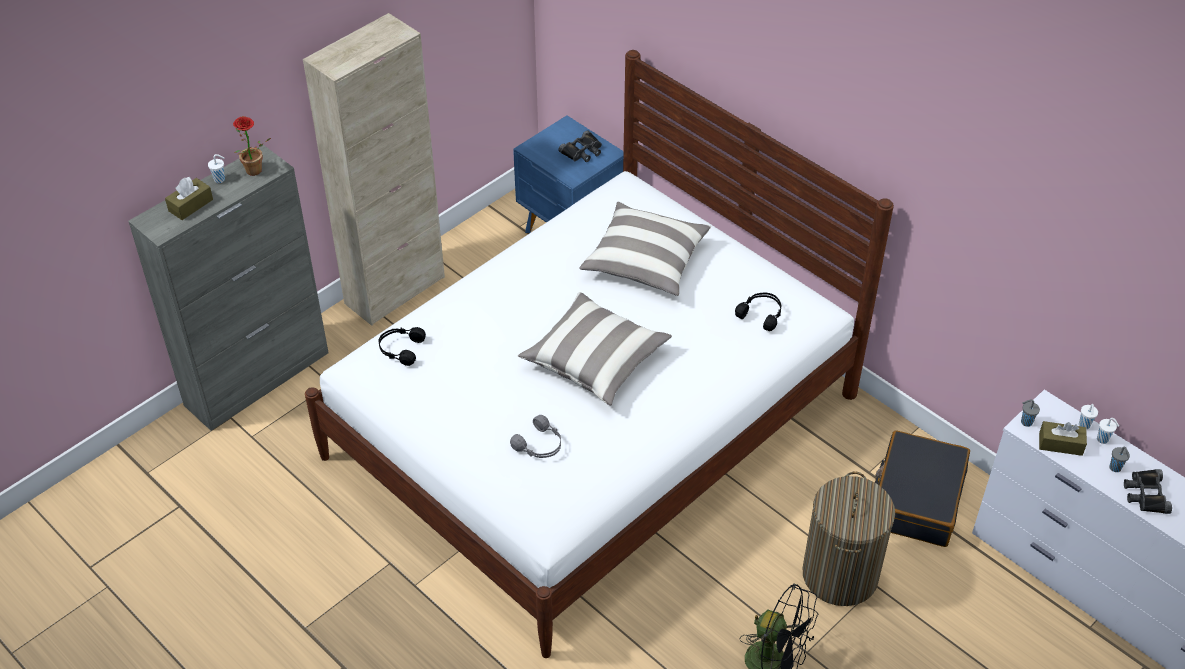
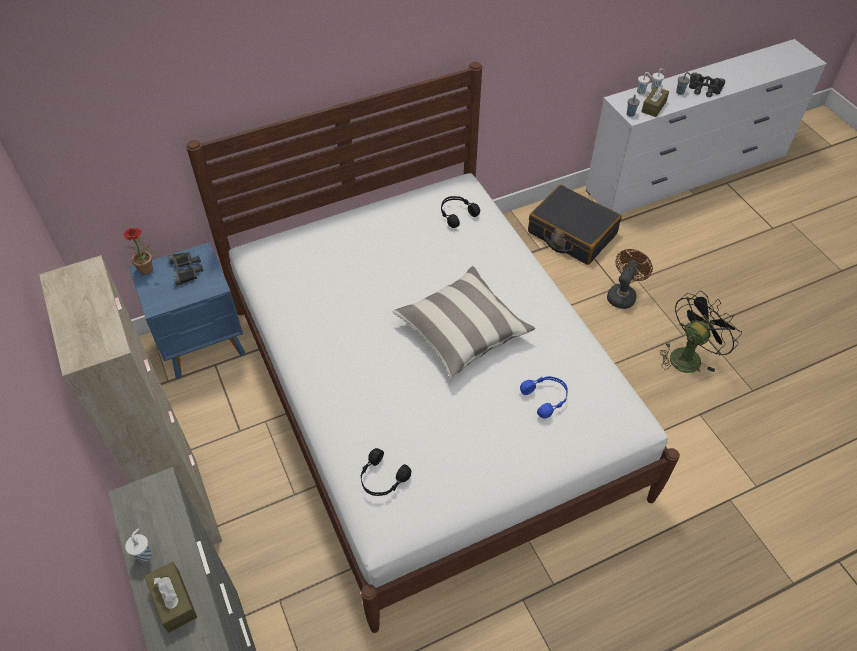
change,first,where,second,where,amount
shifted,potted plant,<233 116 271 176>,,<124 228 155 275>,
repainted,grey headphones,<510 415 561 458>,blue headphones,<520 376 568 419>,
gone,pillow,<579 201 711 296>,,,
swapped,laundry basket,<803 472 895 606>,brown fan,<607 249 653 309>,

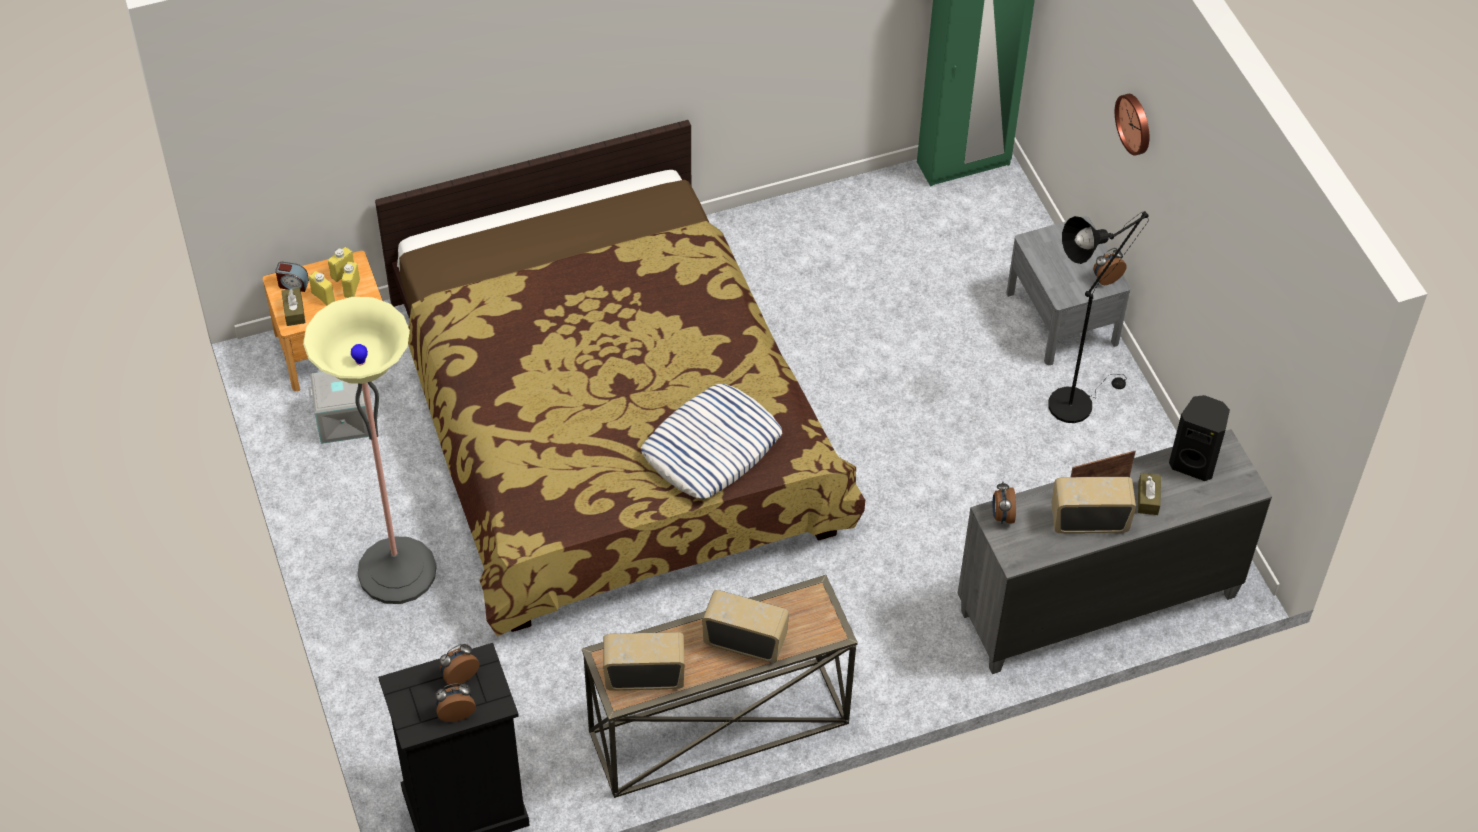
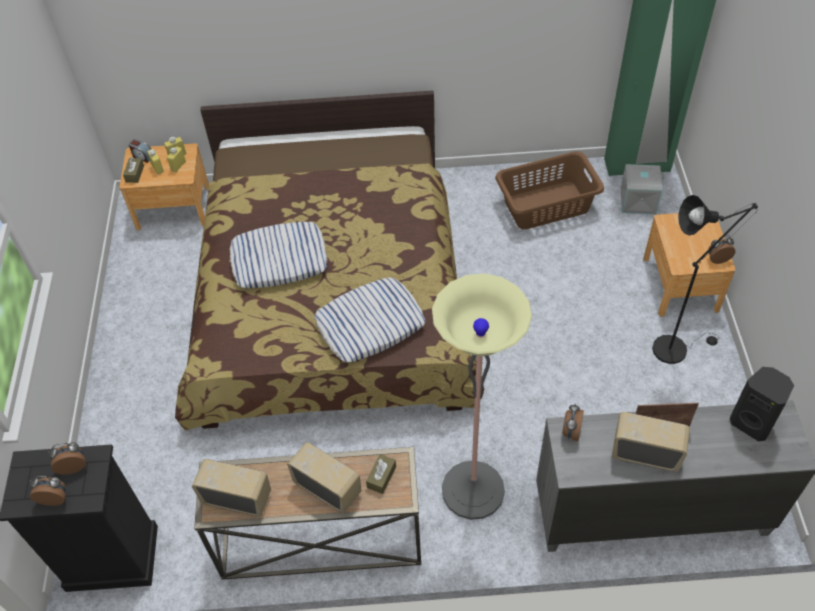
change,first,where,second,where,amount
shifted,floor lamp,<303 297 437 604>,,<432 274 532 520>,
shifted,grey storage box,<308 372 369 444>,,<621 164 664 214>,
repainted,grey nightstand,<1006 216 1131 365>,brown nightstand,<643 213 735 317>,
gone,wall clock,<1115 94 1149 156>,,,
shifted,brown tissue box,<1138 473 1161 515>,,<366 454 396 494>,
new,,,pillow,<229 222 328 288>,
new,,,brown laundry basket,<495 151 604 230>,

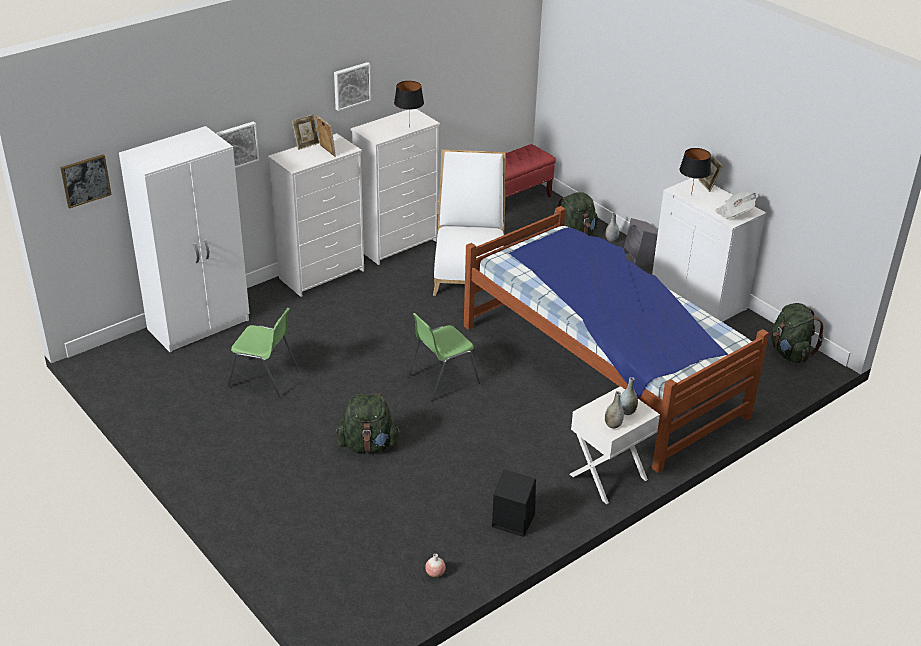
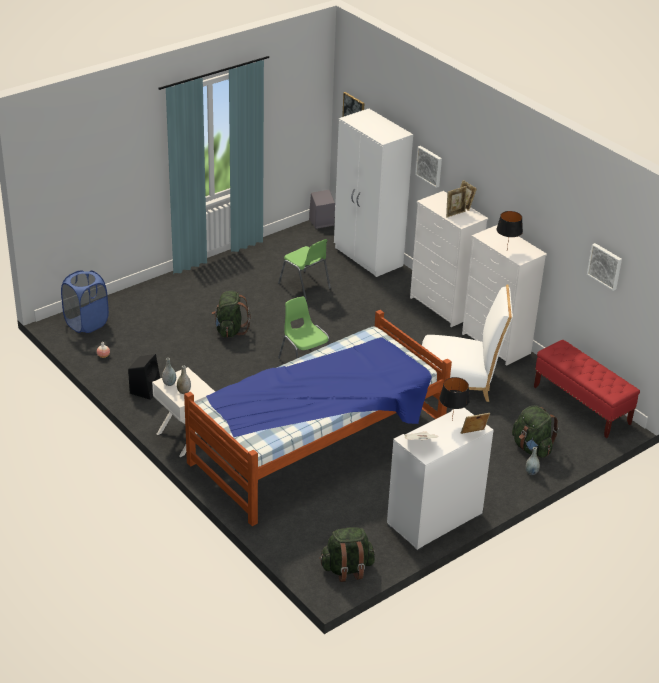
change,first,where,second,where,amount
rotated,green chair,<227 308 299 398>,,<278 239 331 301>,60 degrees counterclockwise
shifted,picture,<334 62 371 111>,,<587 243 622 291>,
shifted,grey speaker,<624 218 658 267>,,<309 190 335 229>,
new,,,blue laundry basket,<61 270 109 333>,

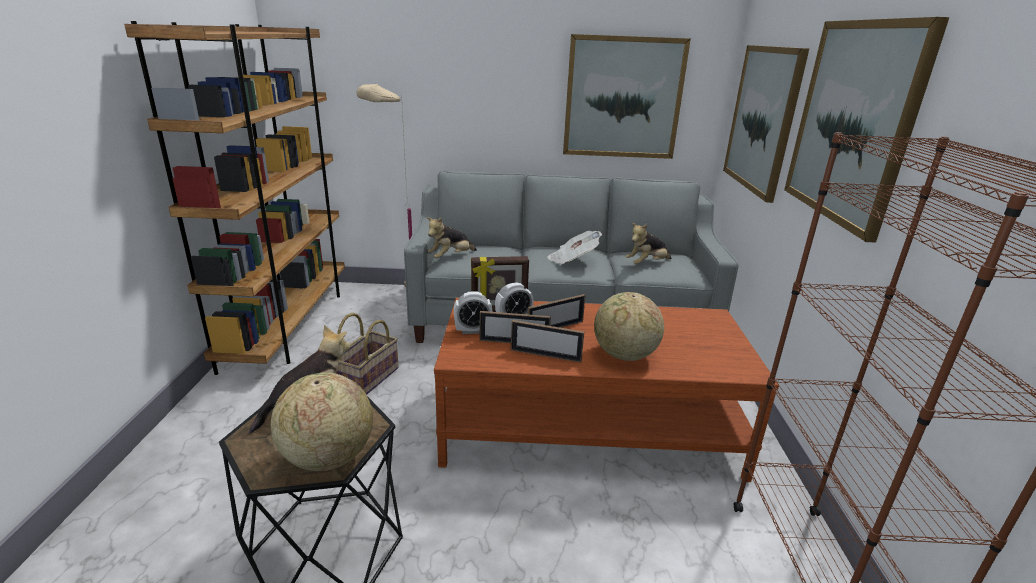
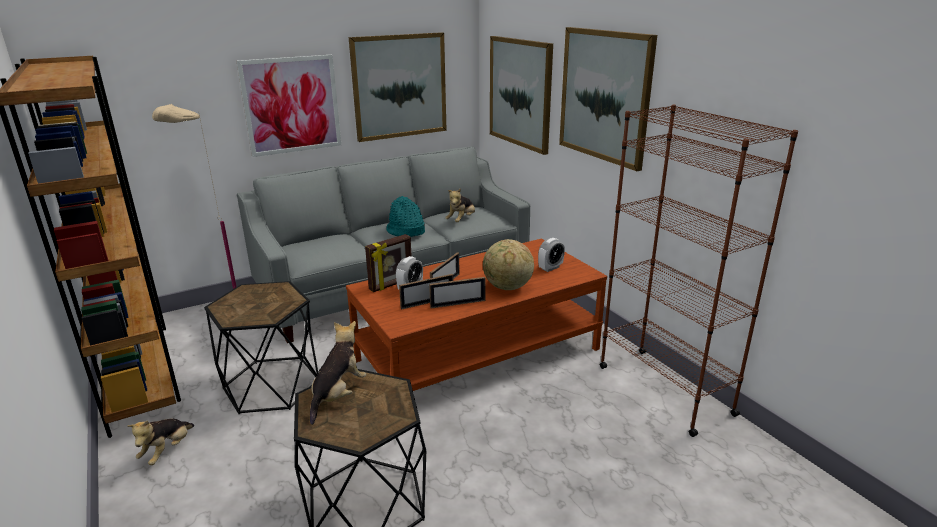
change,first,where,second,where,amount
gone,globe,<271 373 373 471>,,,
swapped,basket,<335 313 399 395>,black side table,<204 281 318 414>,
shifted,plush toy,<426 217 477 258>,,<127 418 194 465>,
shifted,alarm clock,<454 291 493 334>,,<538 238 565 272>,
swapped,newspaper,<547 231 602 265>,turquoise hat,<386 196 425 237>,
new,,,picture,<236 55 341 157>,

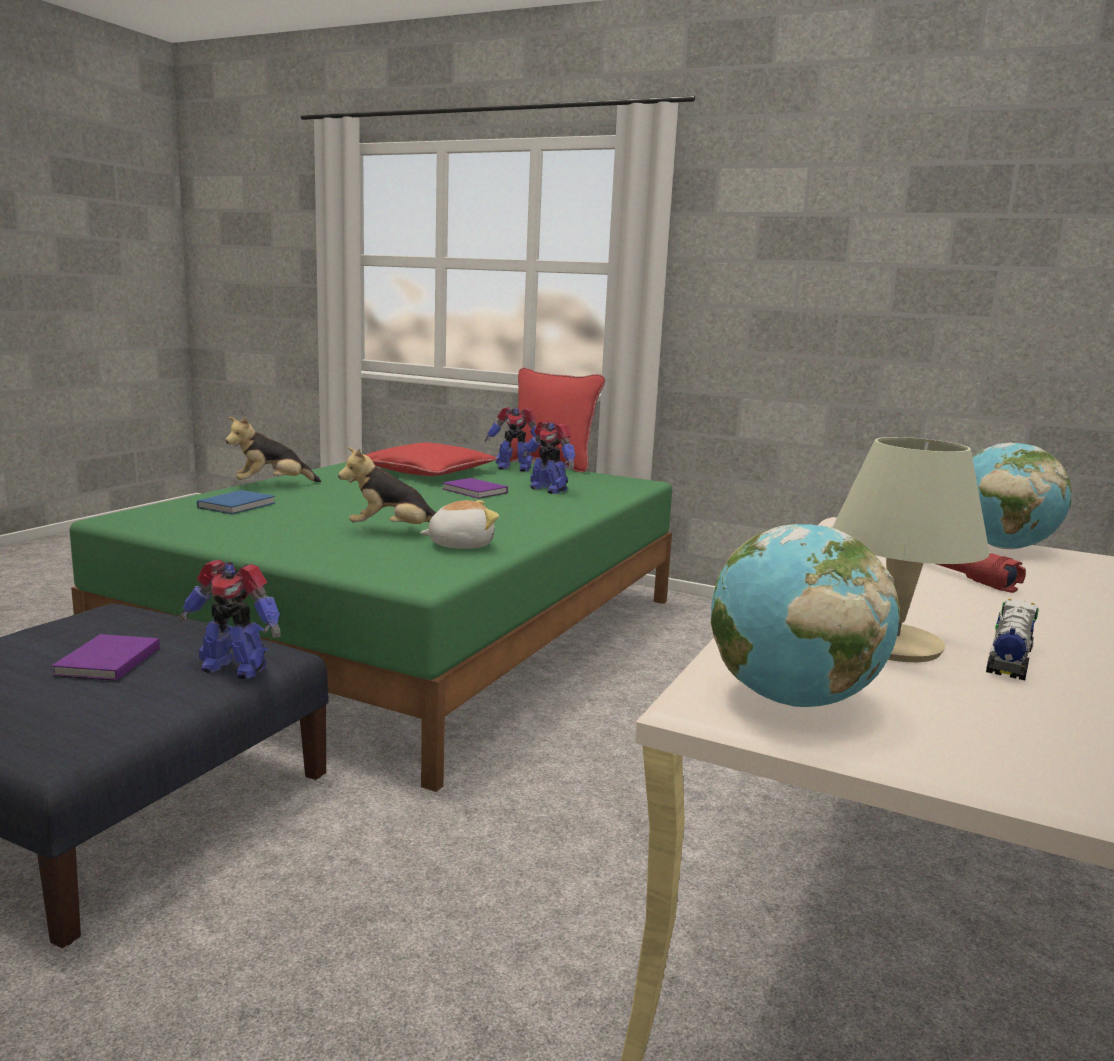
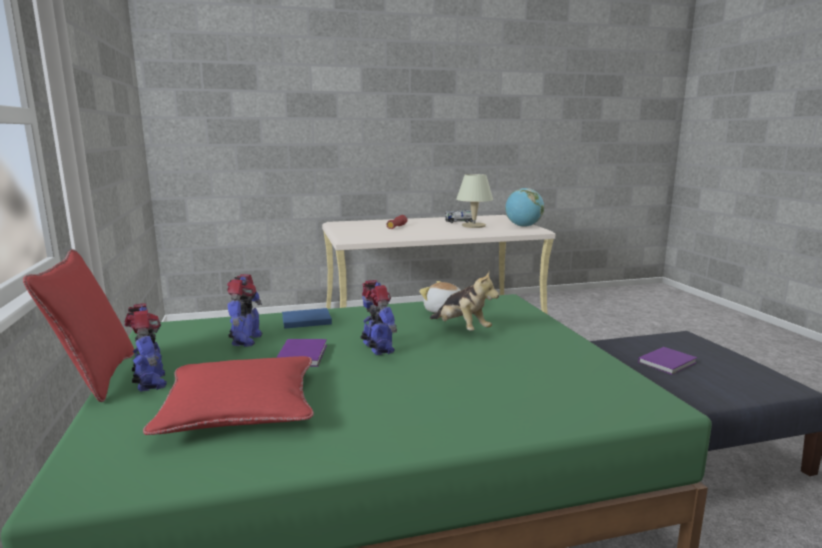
change,first,where,second,where,amount
shifted,toy robot,<179 559 281 679>,,<360 280 397 355>,
shifted,blue book,<197 490 275 515>,,<282 308 332 329>,
gone,plush toy,<225 417 321 482>,,,
gone,globe,<972 442 1072 549>,,,

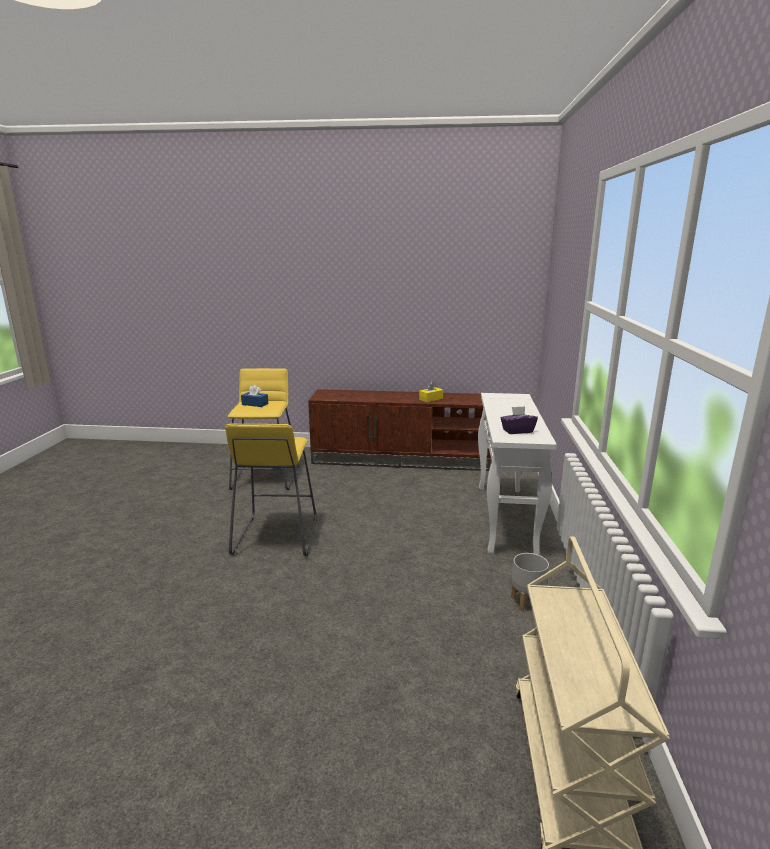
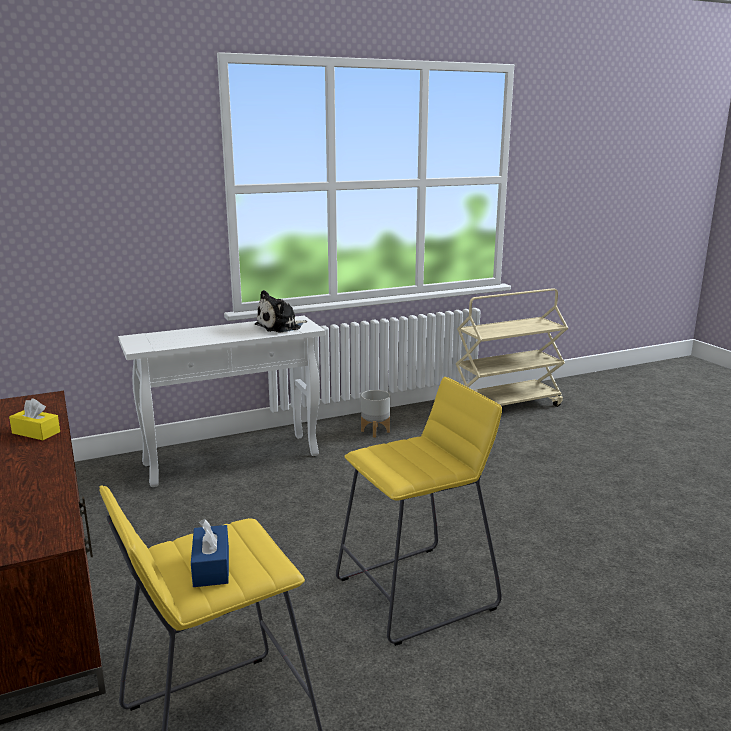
change,first,where,second,where,amount
swapped,purple tissue box,<501 406 538 434>,plush toy,<255 290 307 333>,

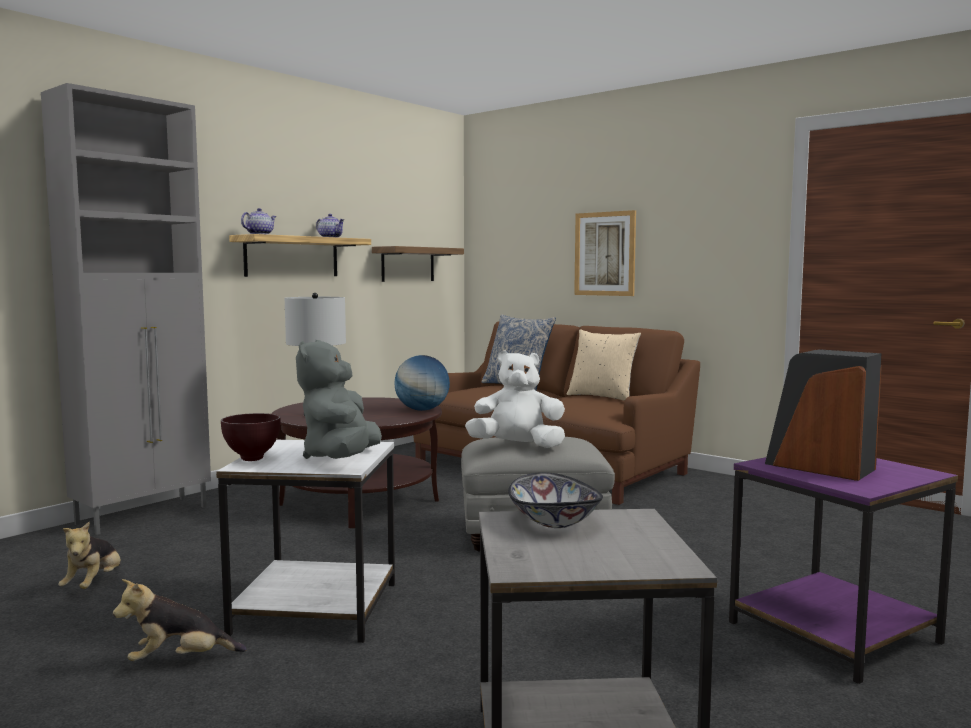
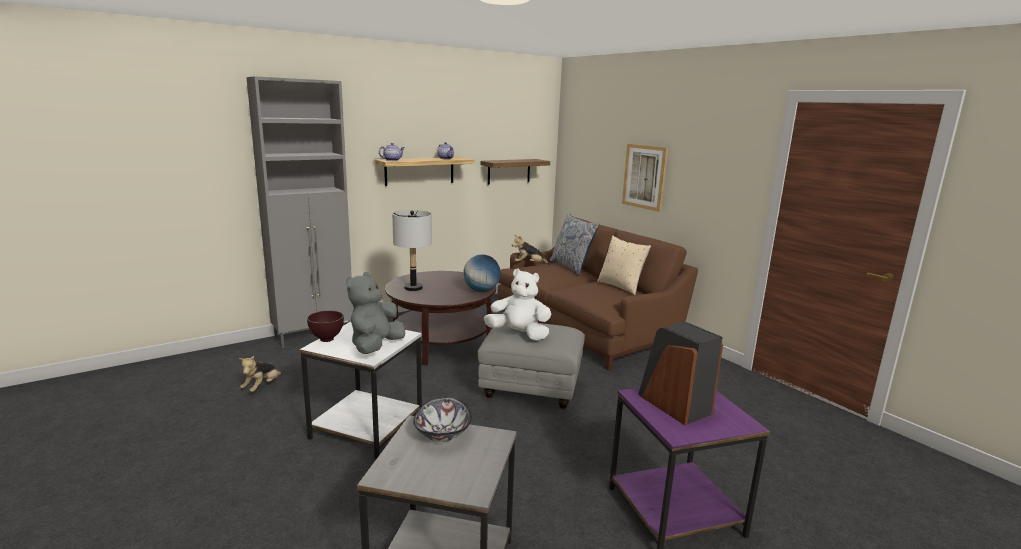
change,first,where,second,where,amount
shifted,plush toy,<113 579 247 661>,,<512 235 551 265>,

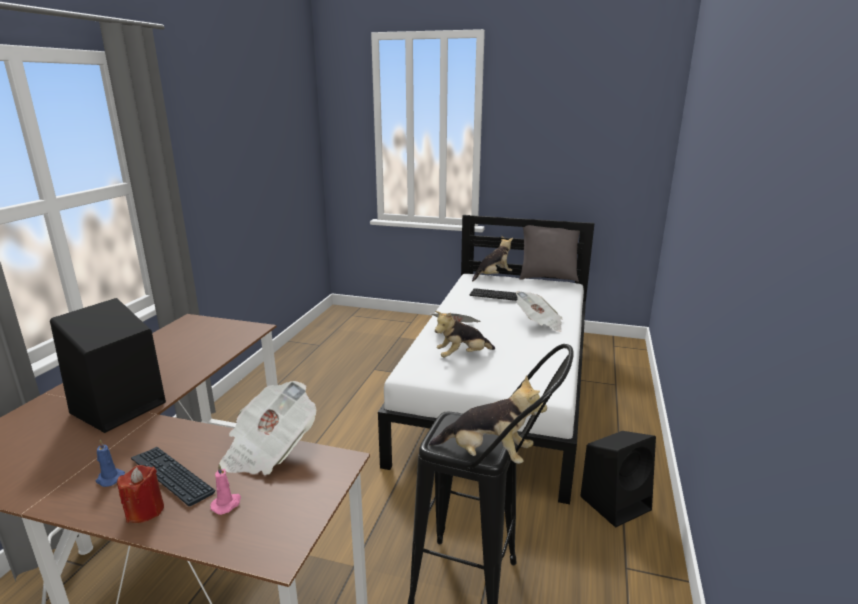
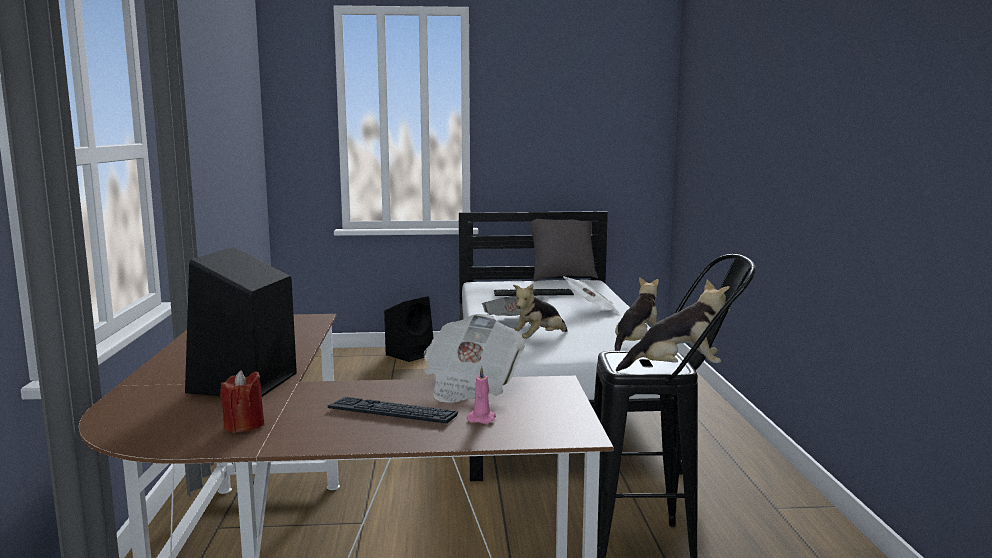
change,first,where,second,where,amount
gone,blue candle,<96 439 125 487>,,,
shifted,red candle,<117 465 164 523>,,<220 370 265 433>,
shifted,plush toy,<472 236 513 281>,,<615 277 659 351>,
shifted,black speaker,<580 431 656 527>,,<384 296 434 362>,

